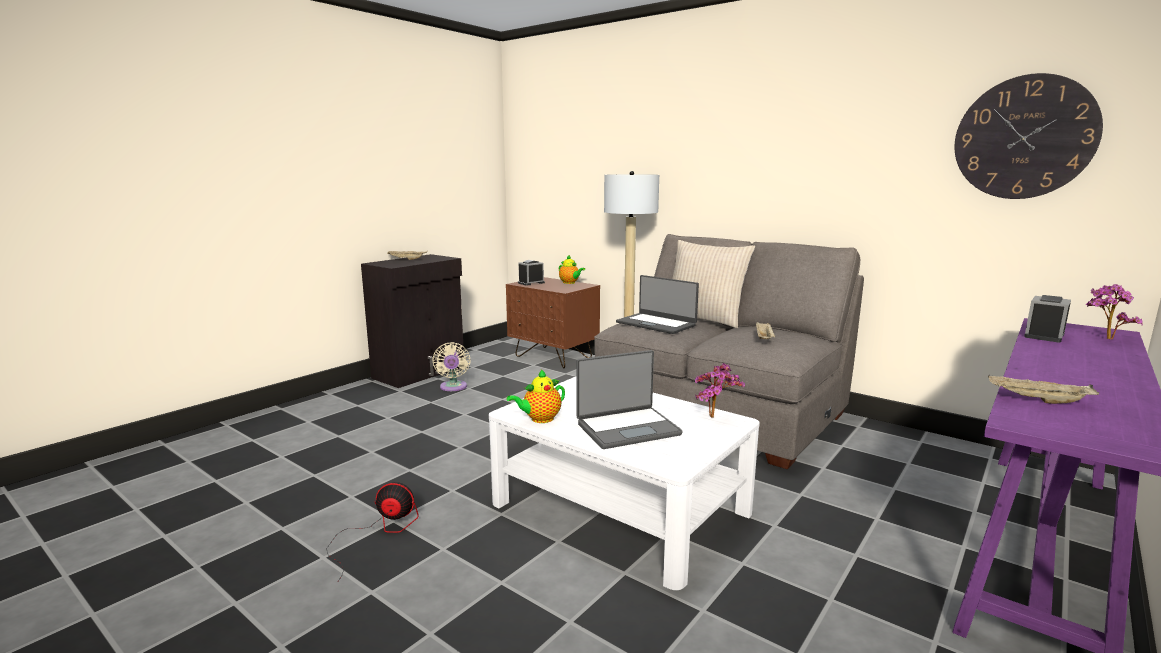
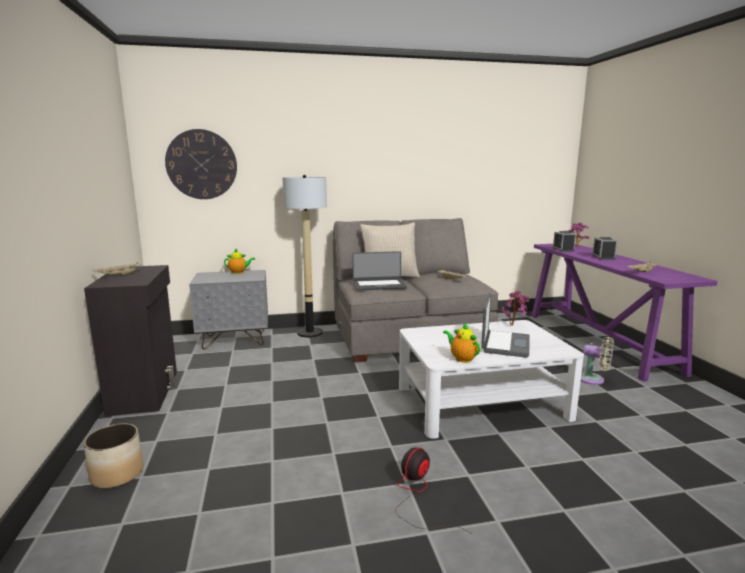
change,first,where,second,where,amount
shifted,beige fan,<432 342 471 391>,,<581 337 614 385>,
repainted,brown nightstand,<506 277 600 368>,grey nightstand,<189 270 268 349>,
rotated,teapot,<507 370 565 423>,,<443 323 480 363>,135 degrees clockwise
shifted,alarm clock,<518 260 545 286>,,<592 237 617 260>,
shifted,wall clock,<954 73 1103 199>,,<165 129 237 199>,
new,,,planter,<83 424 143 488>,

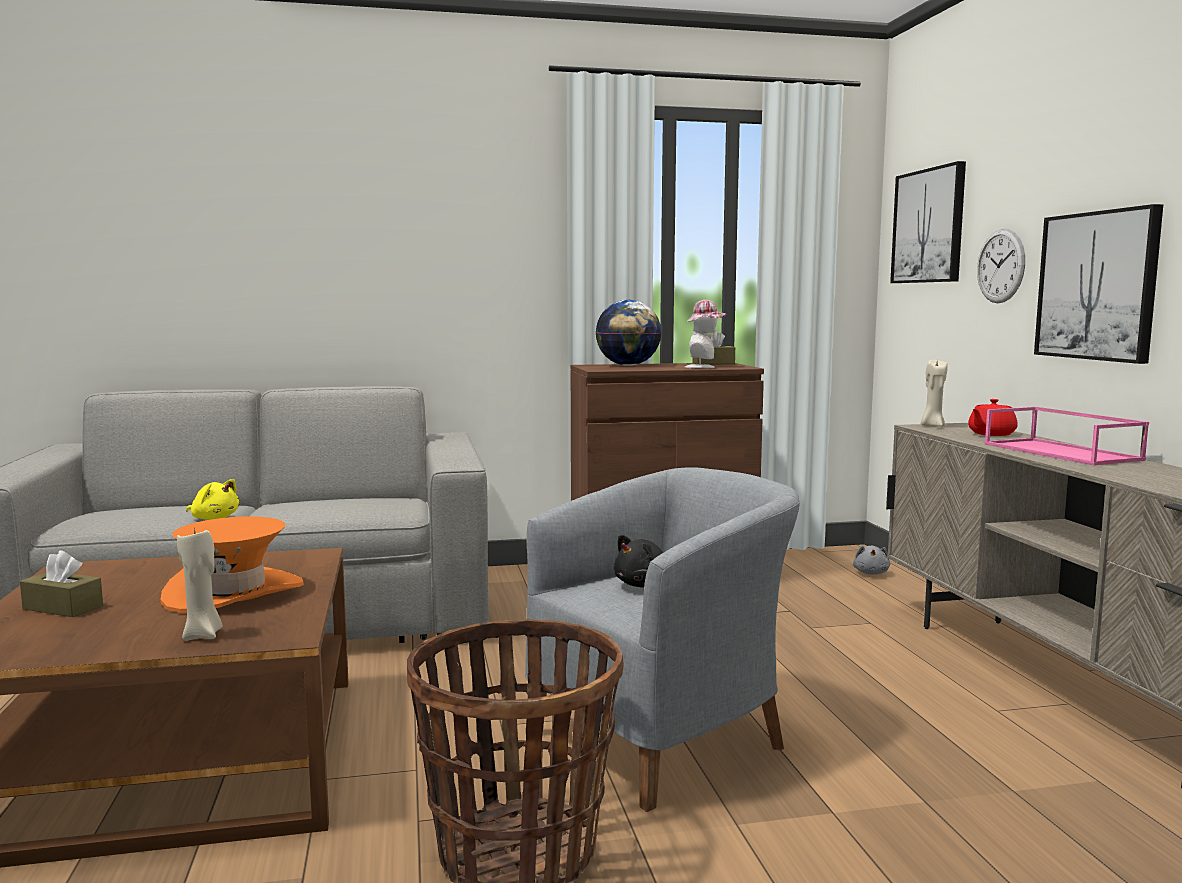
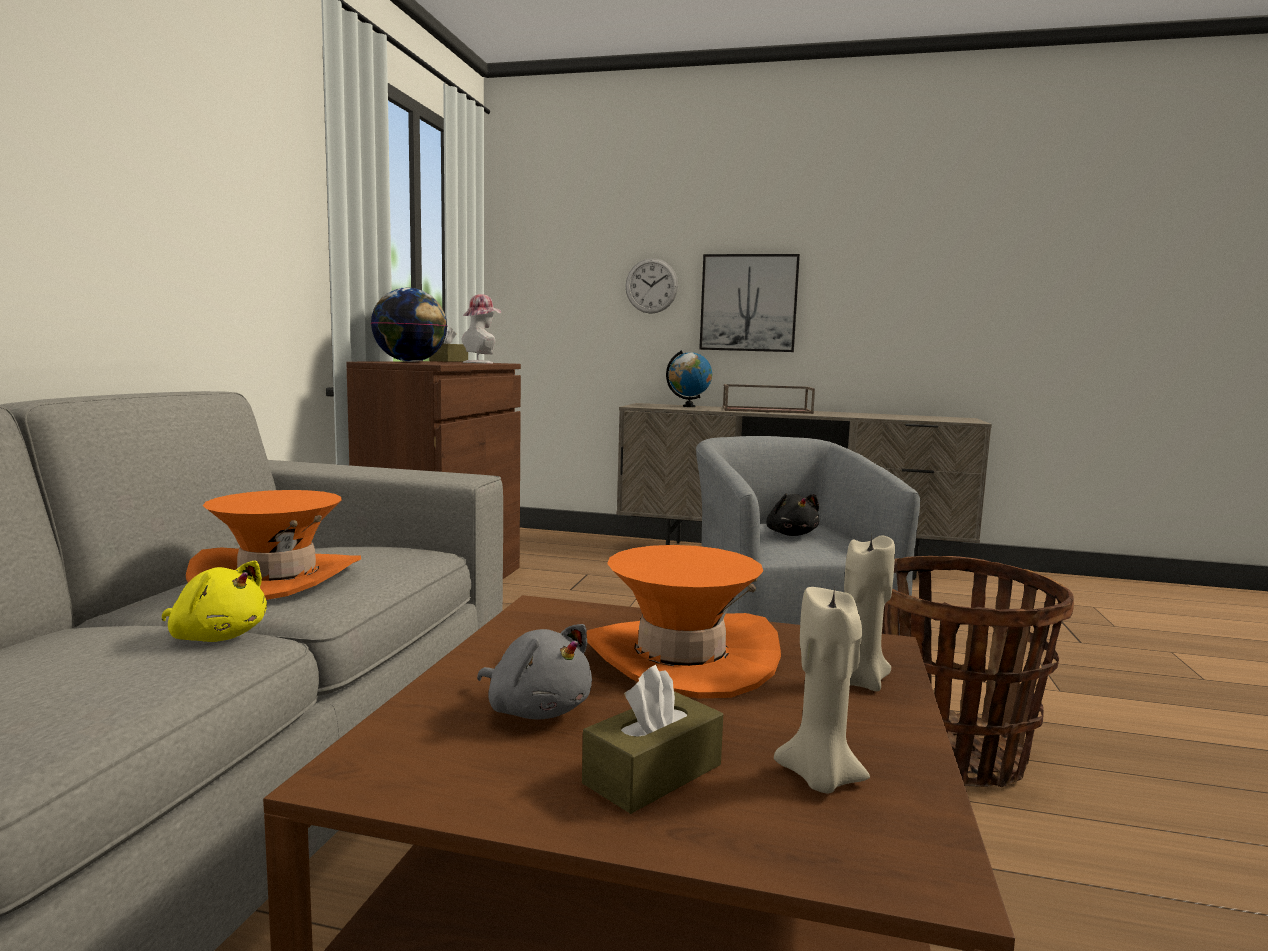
change,first,where,second,where,amount
rotated,yellow plush toy,<186 479 239 520>,,<162 561 267 642>,60 degrees clockwise
shifted,grey plush toy,<853 545 890 575>,,<477 624 592 720>,
gone,picture,<890 161 966 283>,,,
shifted,beige candle,<921 360 948 427>,,<774 587 870 794>,
swapped,red teapot,<968 399 1018 436>,globe,<666 350 712 407>,
repainted,pink tray,<984 407 1149 466>,brown tray,<722 384 815 414>,
new,,,orange hat,<186 490 361 600>,

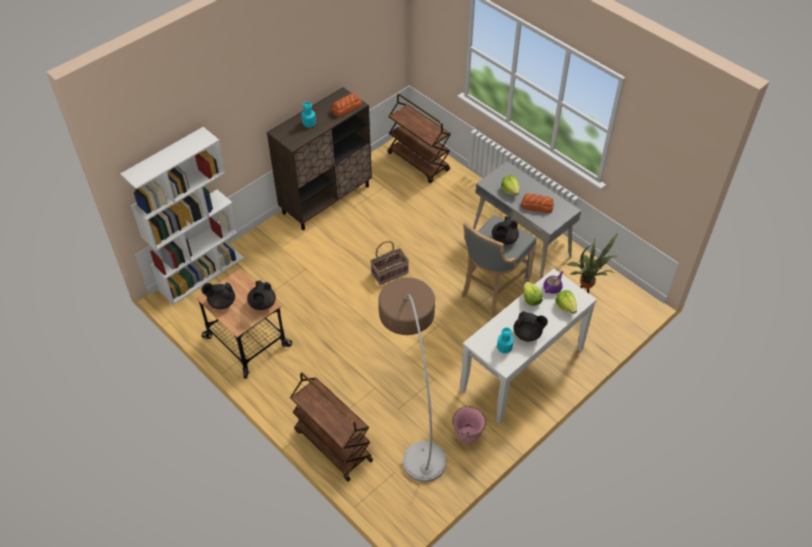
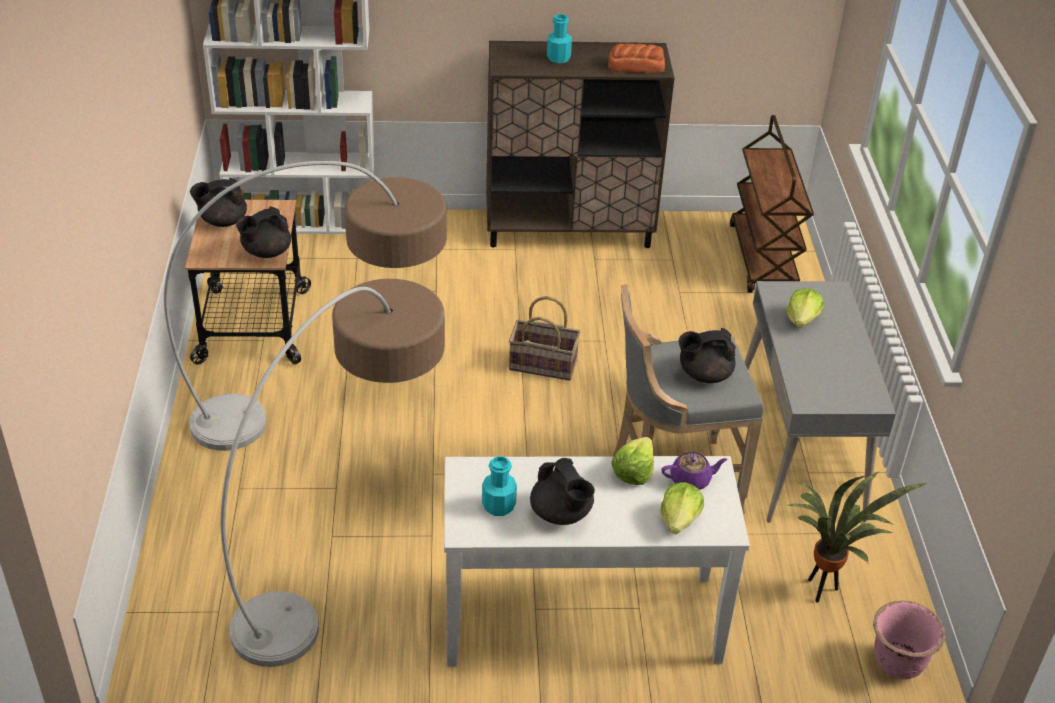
change,first,where,second,where,amount
rotated,black teapot,<202 282 235 309>,,<190 178 247 227>,60 degrees counterclockwise
gone,brown cart,<290 373 373 482>,,,
shifted,pink planter,<452 406 486 443>,,<873 601 945 679>,
gone,bread,<521 193 554 213>,,,
new,,,floor lamp,<164 161 446 451>,

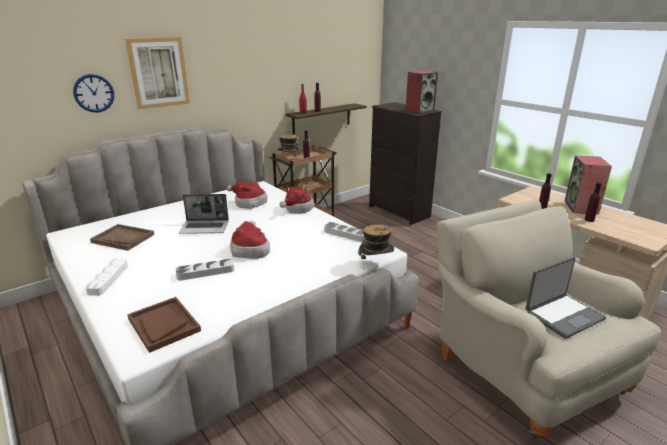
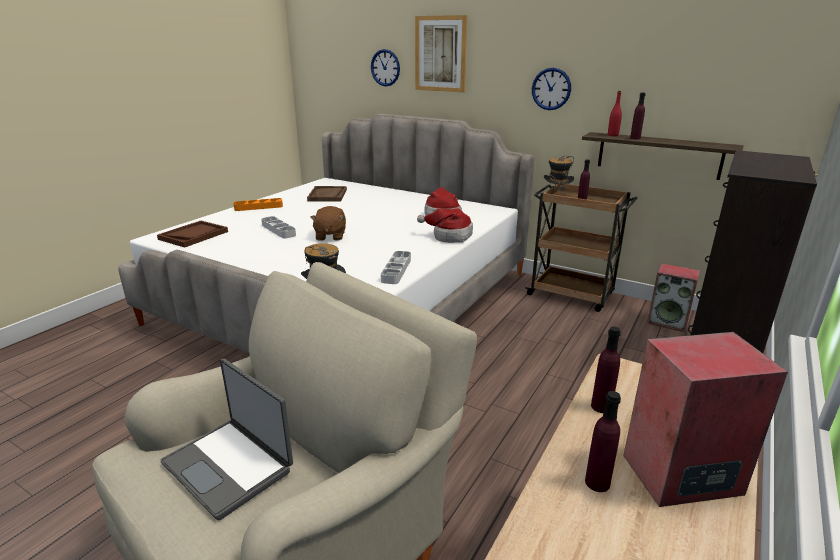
change,first,where,second,where,amount
repainted,white tray,<85 259 128 296>,orange tray,<234 198 283 211>,
gone,laptop,<179 194 229 234>,,,
swapped,hat,<230 221 270 259>,brown plush toy,<310 206 346 241>,
shifted,speaker,<405 70 438 114>,,<647 263 700 332>,
new,,,wall clock,<532 67 571 110>,

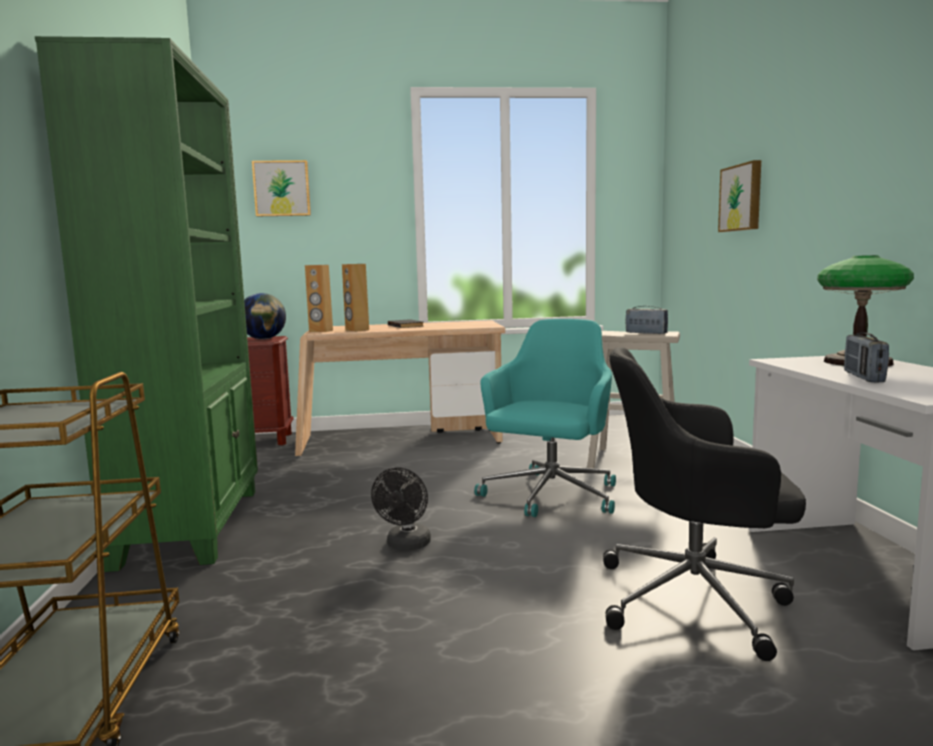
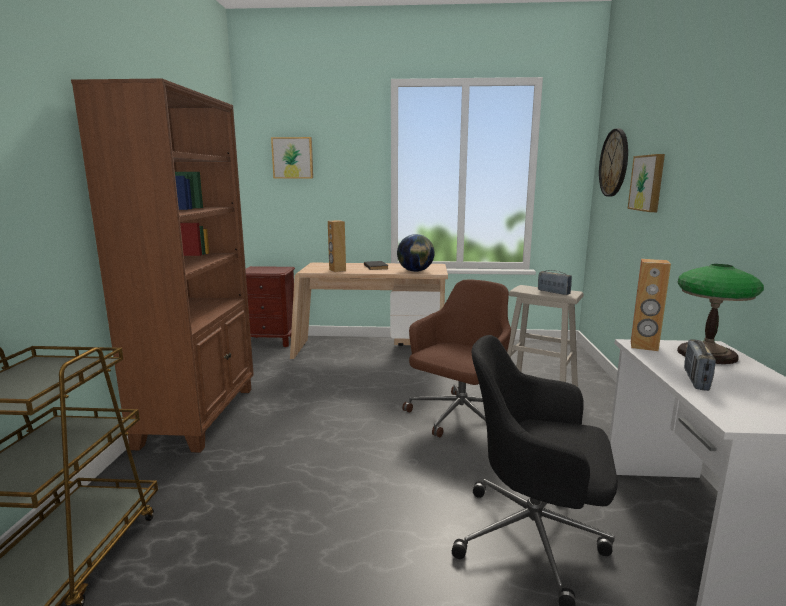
change,first,where,second,where,amount
repainted,green bookcase,<35 36 258 572>,brown bookcase,<71 78 254 453>,
shifted,globe,<244 293 286 339>,,<397 234 435 272>,
shifted,brown speaker,<305 265 333 332>,,<631 259 671 351>,
gone,black fan,<371 468 431 550>,,,
repainted,turquoise office chair,<474 319 616 517>,brown office chair,<402 280 511 437>,
new,,,wall clock,<599 129 628 197>,

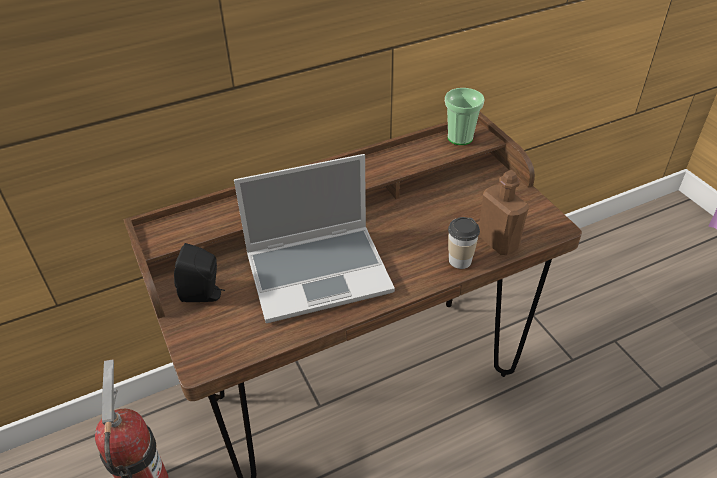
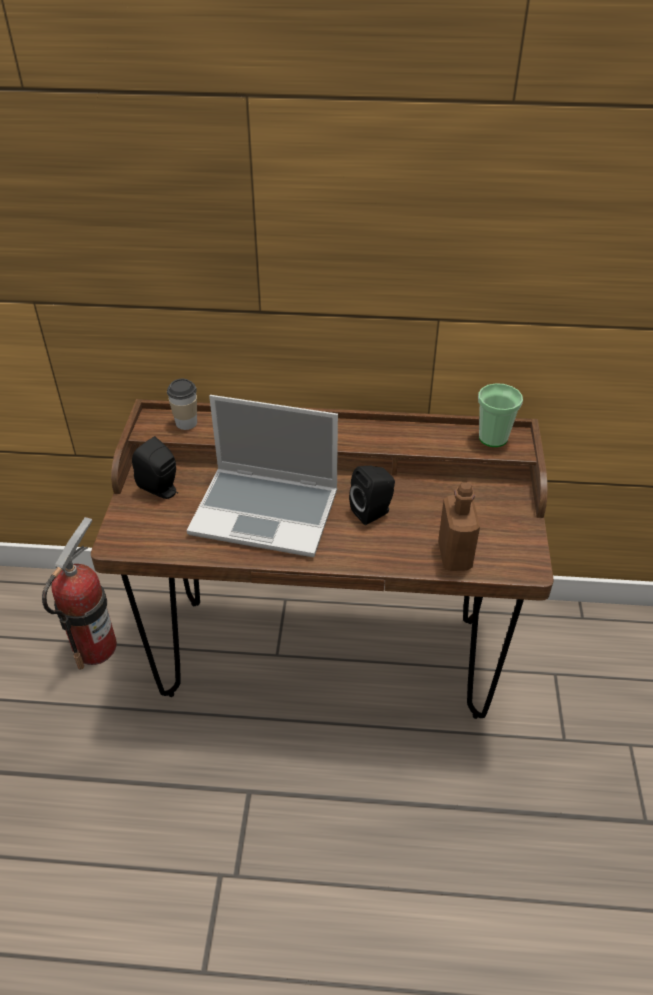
change,first,where,second,where,amount
shifted,cup,<448 217 480 269>,,<167 379 197 430>,
new,,,black speaker,<349 466 395 525>,

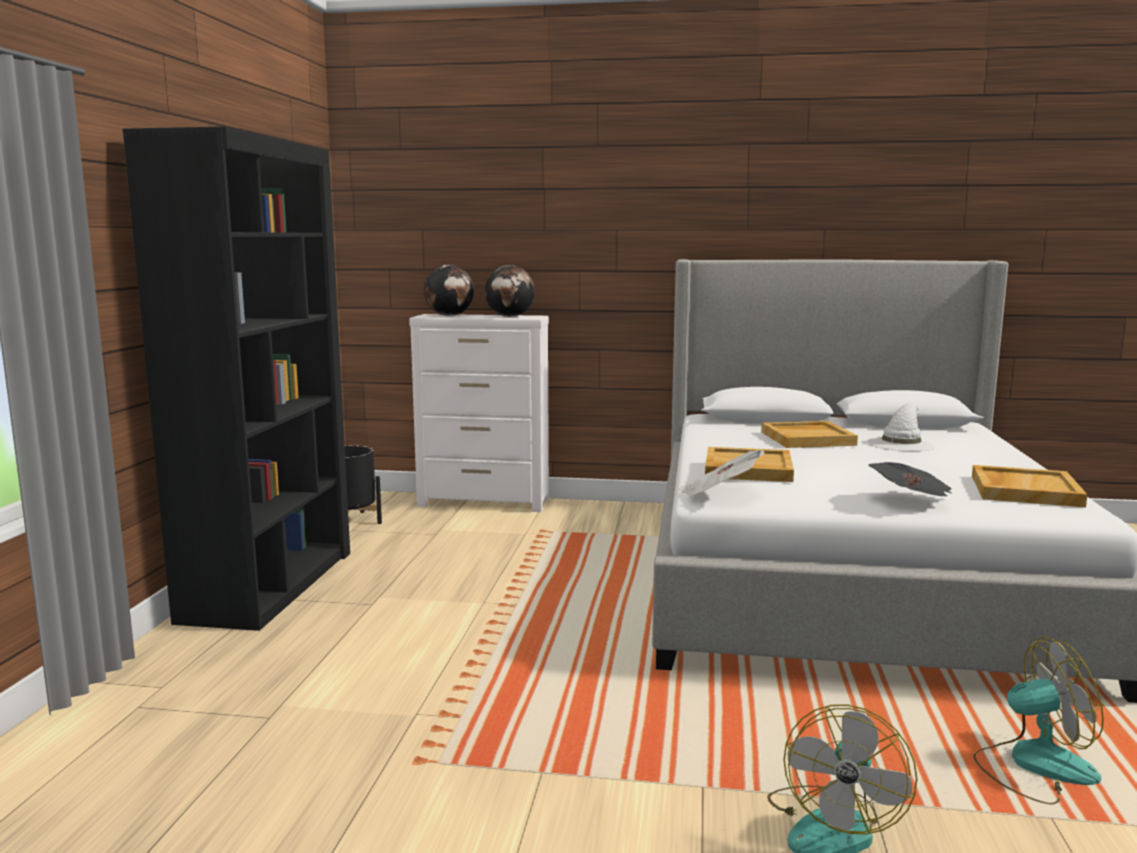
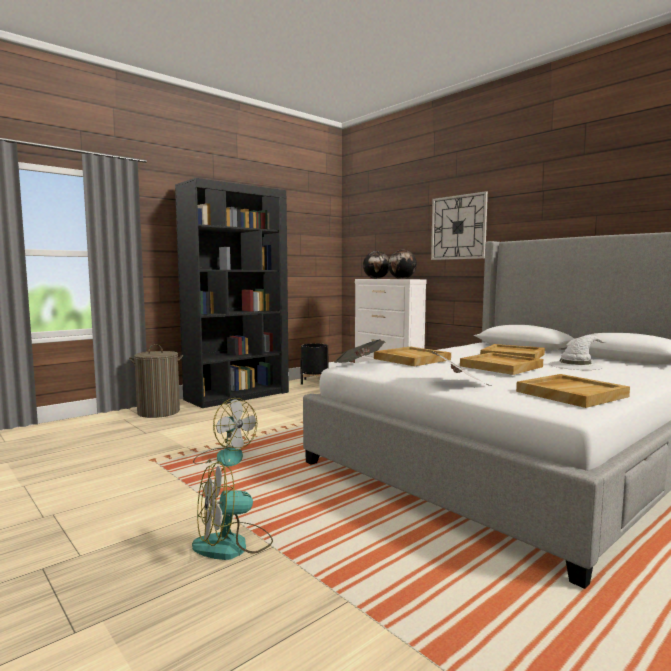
change,first,where,second,where,amount
shifted,fan,<973 637 1104 804>,,<193 398 257 466>,
new,,,laundry basket,<129 344 183 418>,
new,,,wall clock,<431 191 488 260>,
new,,,beige tray,<460 352 543 375>,

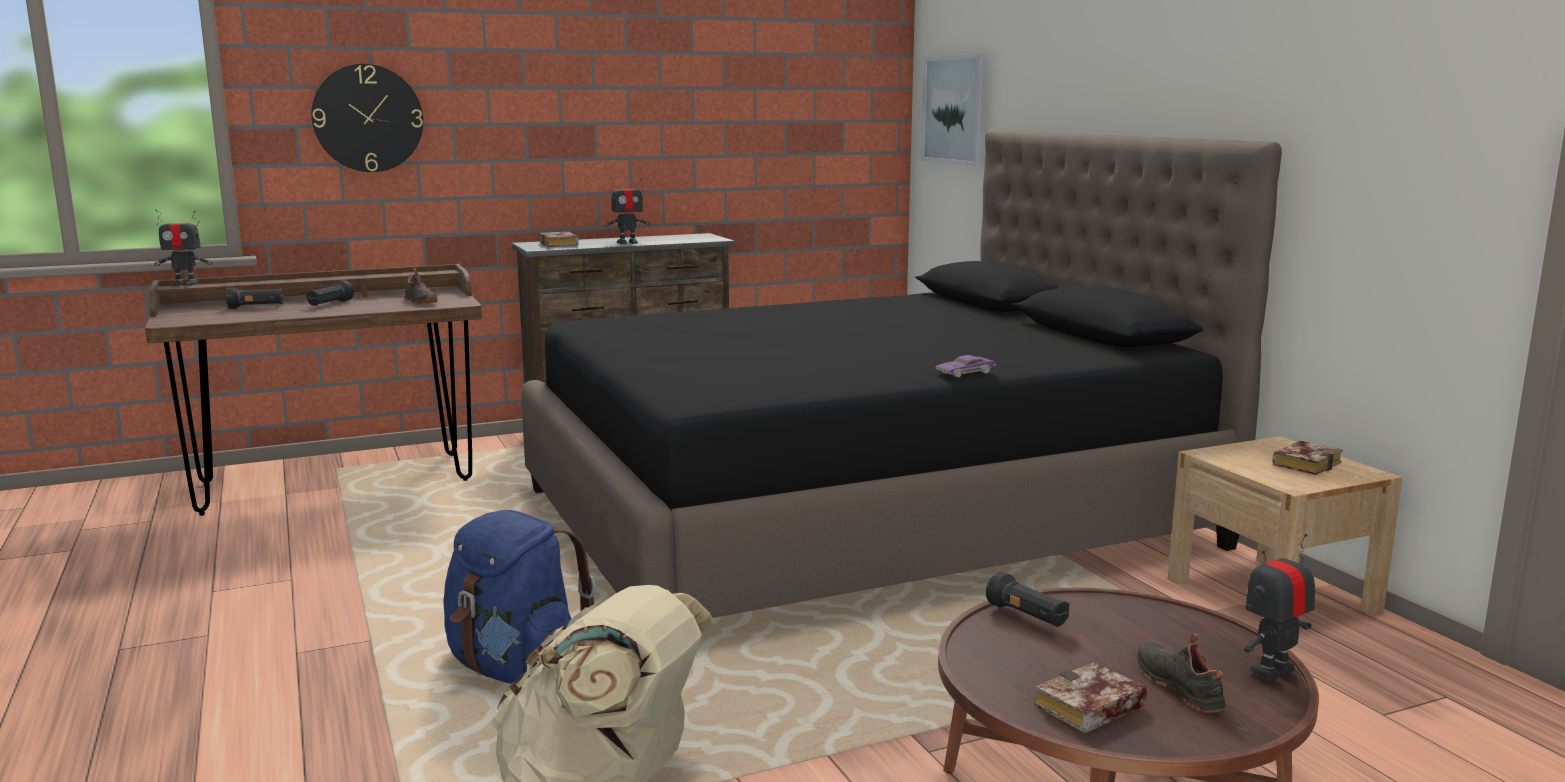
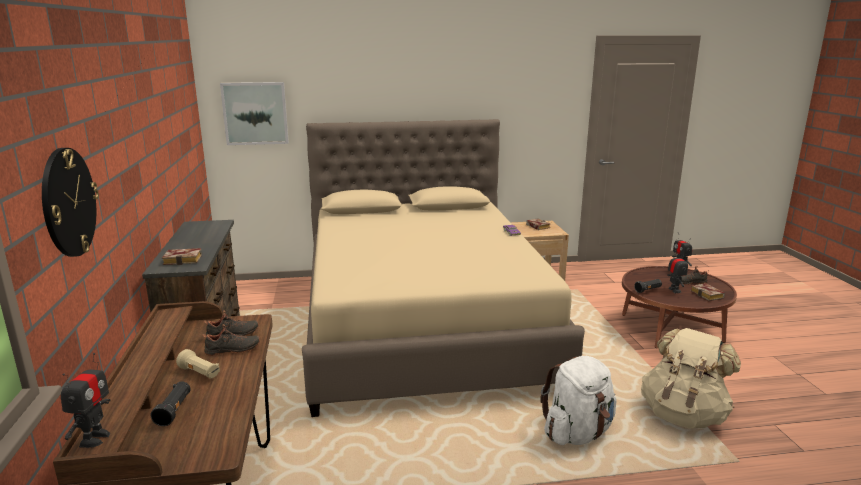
change,first,where,second,where,amount
repainted,black flashlight,<307 280 354 306>,beige flashlight,<176 349 220 378>,
repainted,blue backpack,<444 510 596 683>,white backpack,<540 356 617 445>,
repainted,black bed,<521 129 1282 618>,beige bed,<302 119 585 417>,
shifted,toy robot,<603 177 650 244>,,<667 250 688 293>,
new,,,black shoe,<202 324 260 356>,

